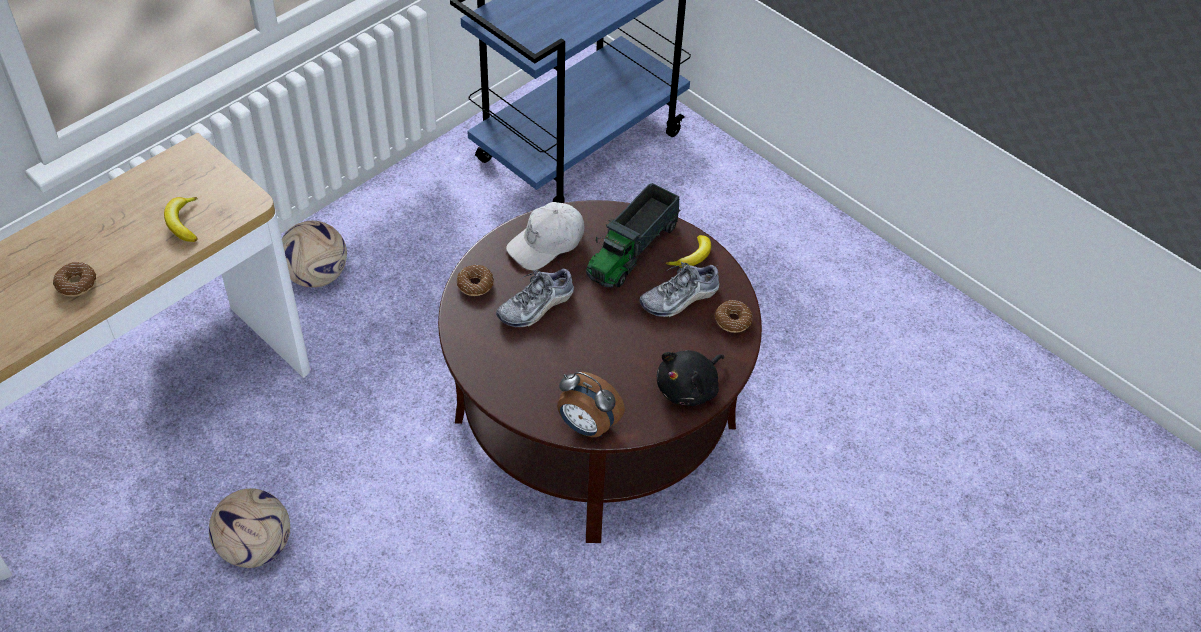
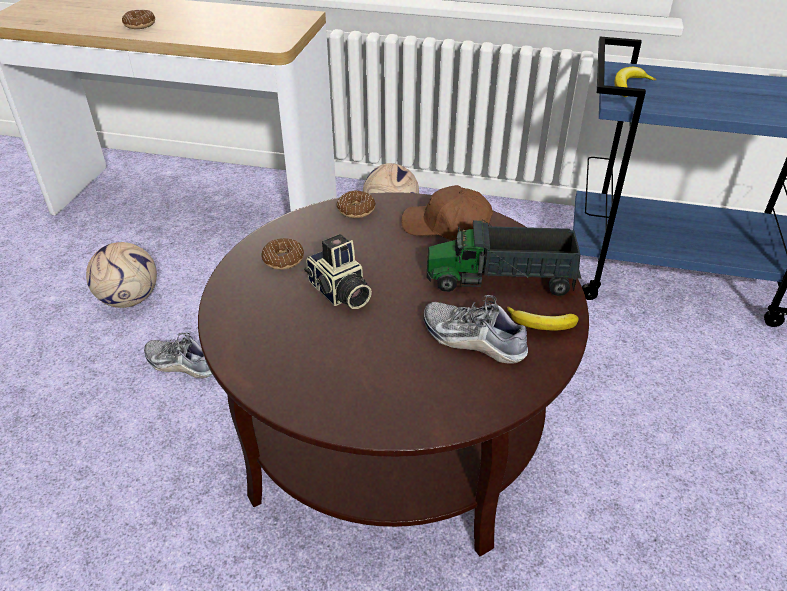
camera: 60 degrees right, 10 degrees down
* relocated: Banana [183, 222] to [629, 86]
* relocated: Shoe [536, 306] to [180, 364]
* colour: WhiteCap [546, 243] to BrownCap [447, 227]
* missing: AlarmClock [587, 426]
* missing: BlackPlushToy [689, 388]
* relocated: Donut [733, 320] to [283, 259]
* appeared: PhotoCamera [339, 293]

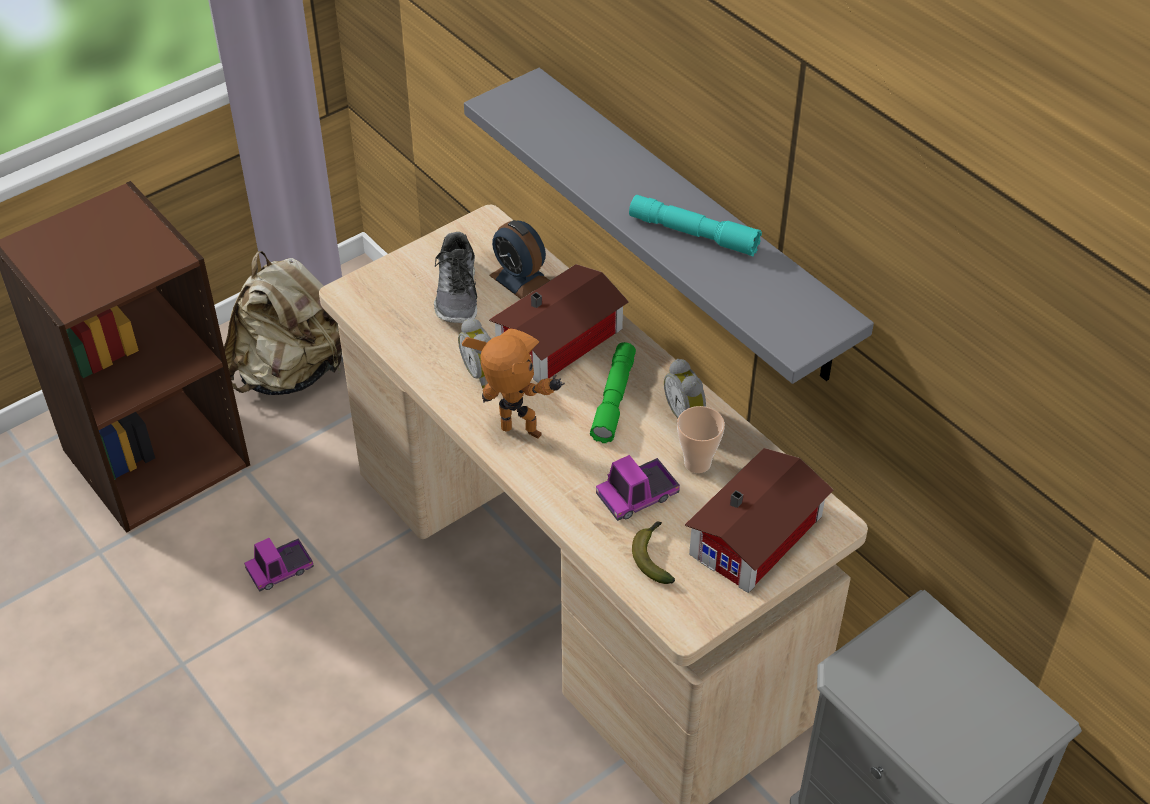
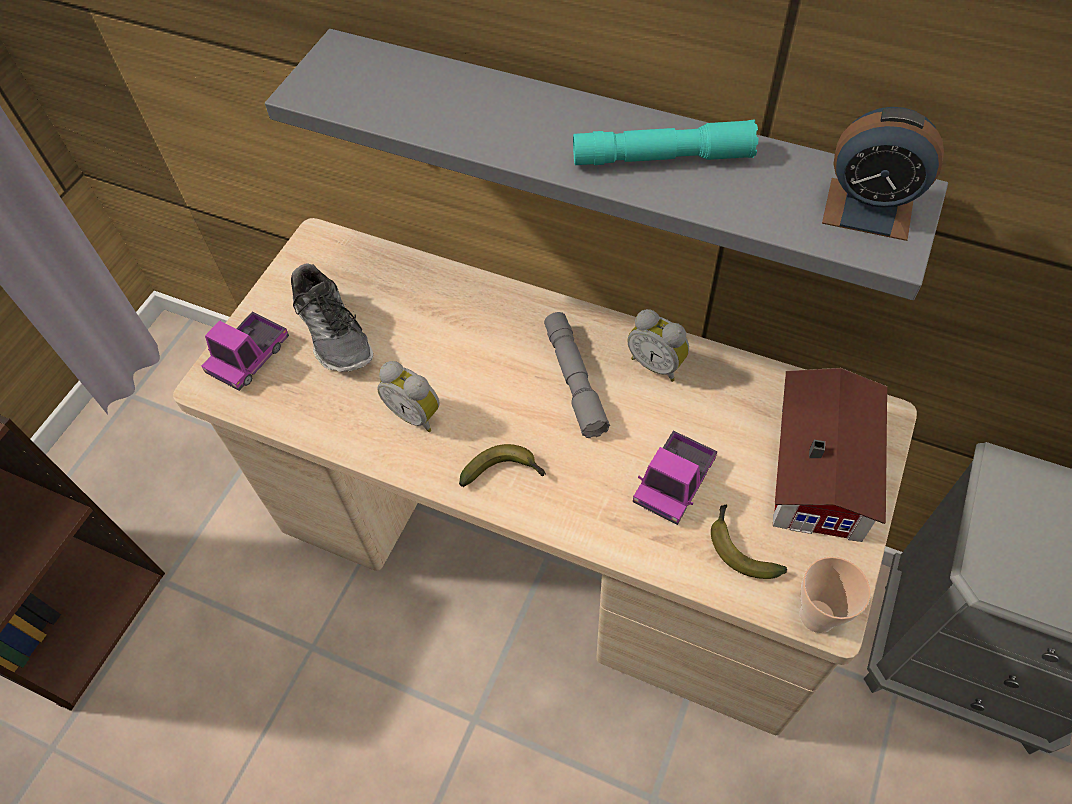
camera: 25 degrees left, 10 degrees up
* missing: BeigeBackpack [291, 372]
* relocated: ToyTruck [280, 570] to [249, 357]
* exchanged: ToyRobot [519, 436] to Banana [505, 472]
* relocated: AlarmClock [520, 278] to [868, 209]
* missing: ToyHouse [564, 339]
* colour: GreenFlashlight [614, 399] to GreyFlashlight [574, 380]
* relocated: Cup [697, 463] to [817, 616]

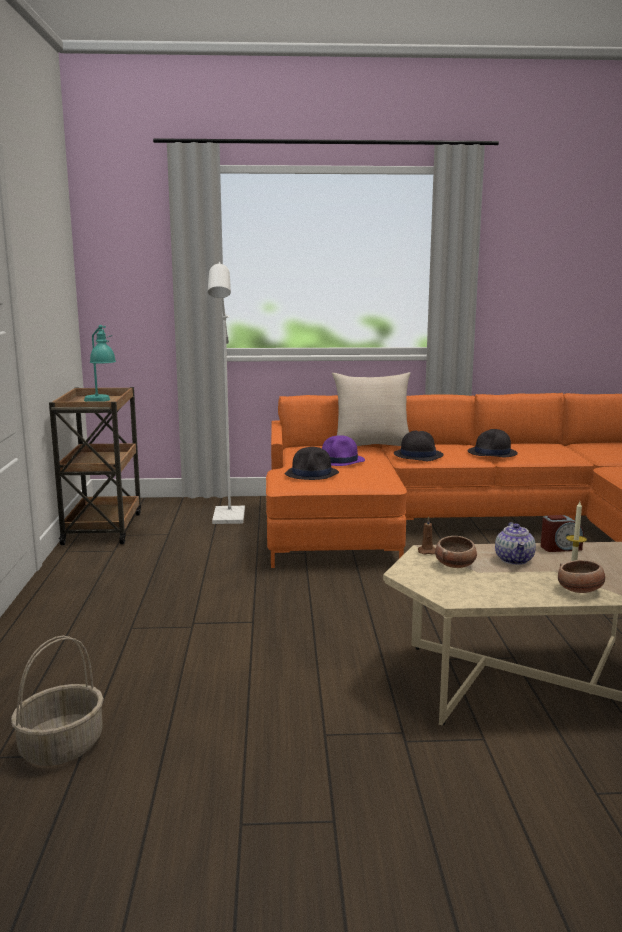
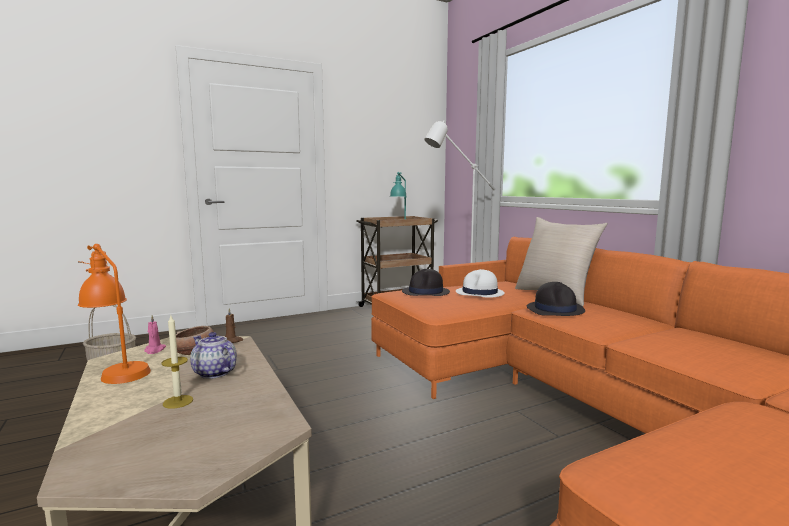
camera: 65 degrees right, 5 degrees down
* colour: PurpleHat [339, 461] to WhiteHat [480, 293]
* missing: BlackHat [492, 453]
* spun: Teapot [514, 560] = [214, 373] 60 degrees clockwise
* missing: AlarmClock [560, 548]
* missing: Bowl [580, 590]
* appeared: OrangeTableLamp [116, 370]
* appeared: PinkCandle [154, 350]

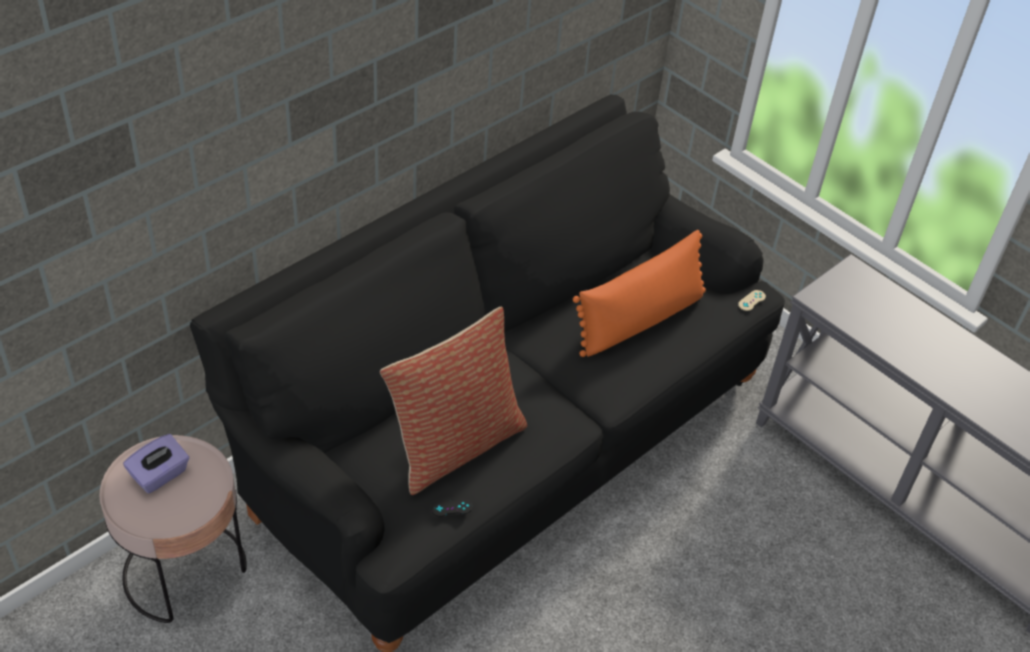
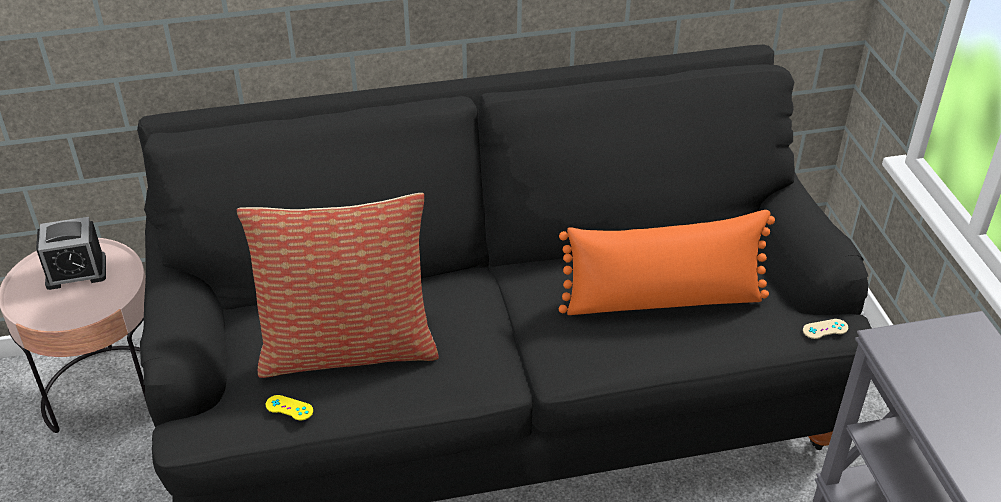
camera: 35 degrees right, 5 degrees down
* exchanged: PurpleTissueBox [160, 475] to AlarmClock [76, 272]
* colour: BlackGameController [451, 508] to YellowGameController [289, 408]

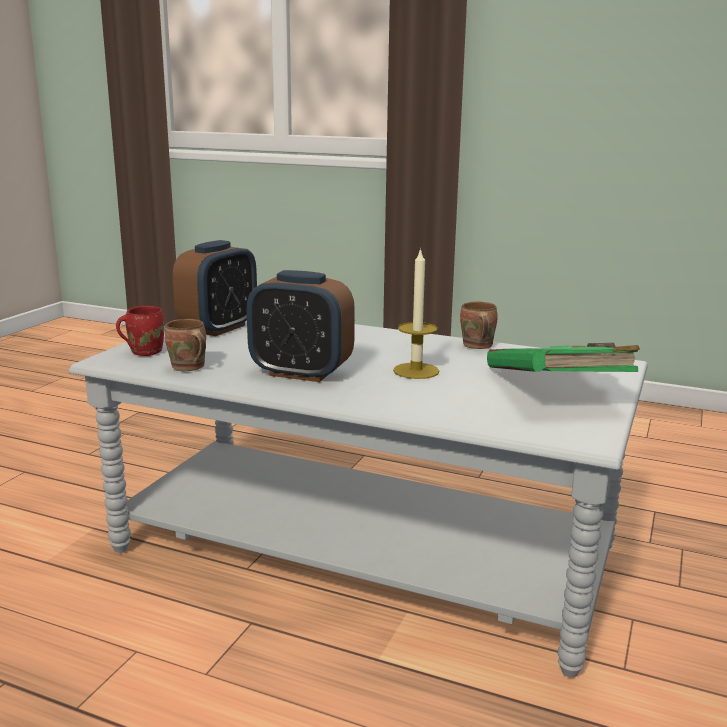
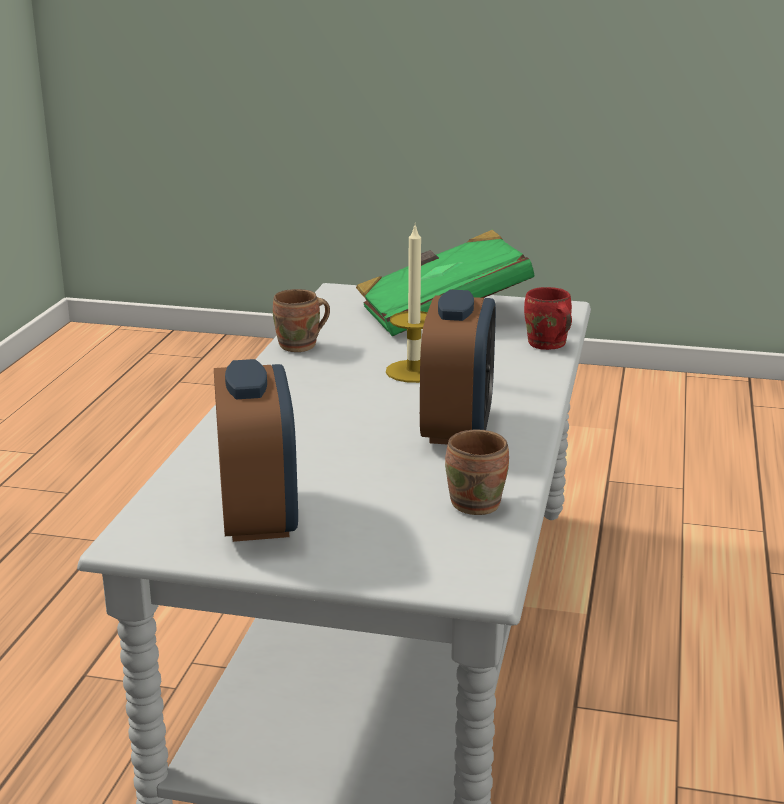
camera: 100 degrees left, 5 degrees up
* relocated: RedMug [144, 351] to [546, 345]
* spun: AlarmClock [219, 328] = [258, 518] 60 degrees clockwise

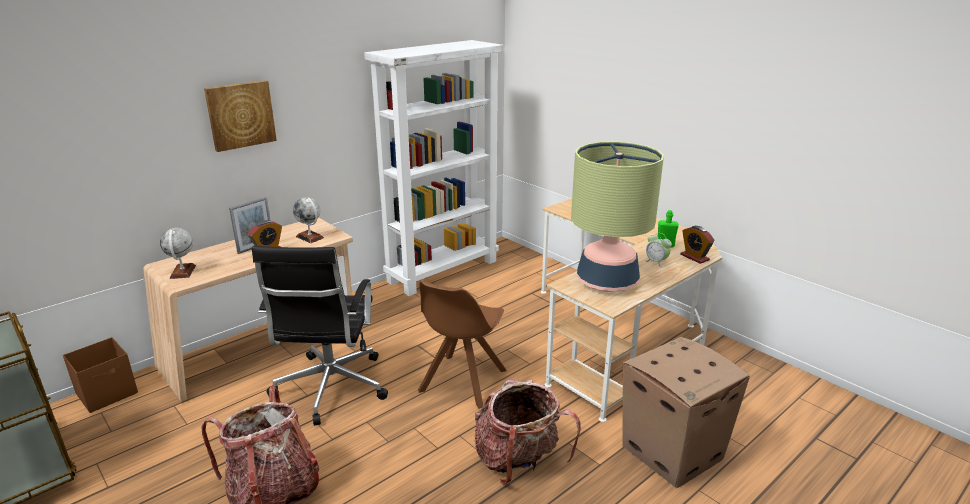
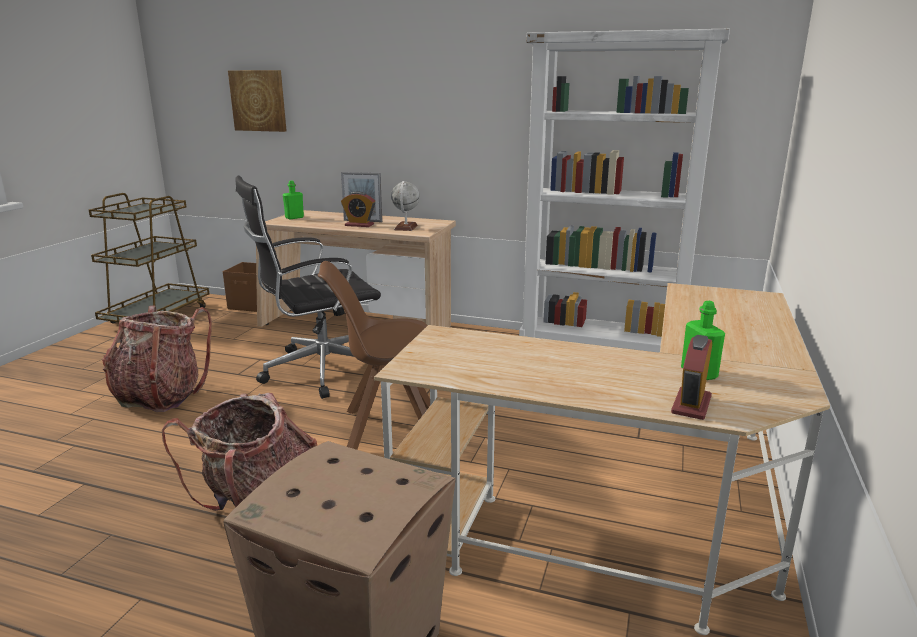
camera: 60 degrees right, 5 degrees down
* exchanged: Globe [183, 272] to GreenBottle [294, 217]
* relocated: Picture [240, 115] to [258, 100]
* missing: TableLamp [607, 282]
* missing: AlarmClock [656, 262]

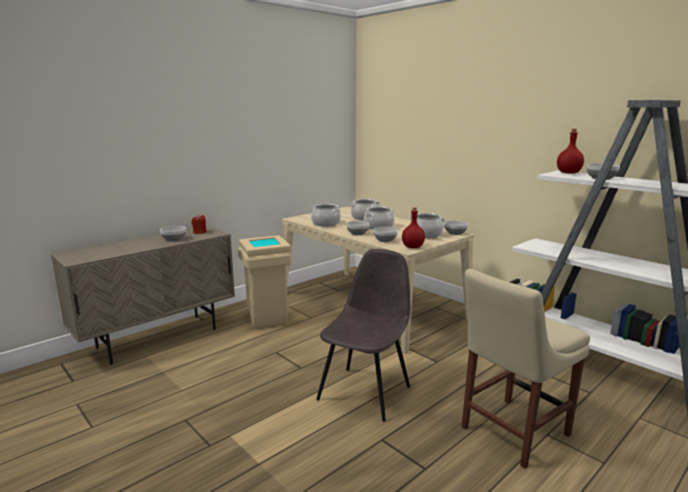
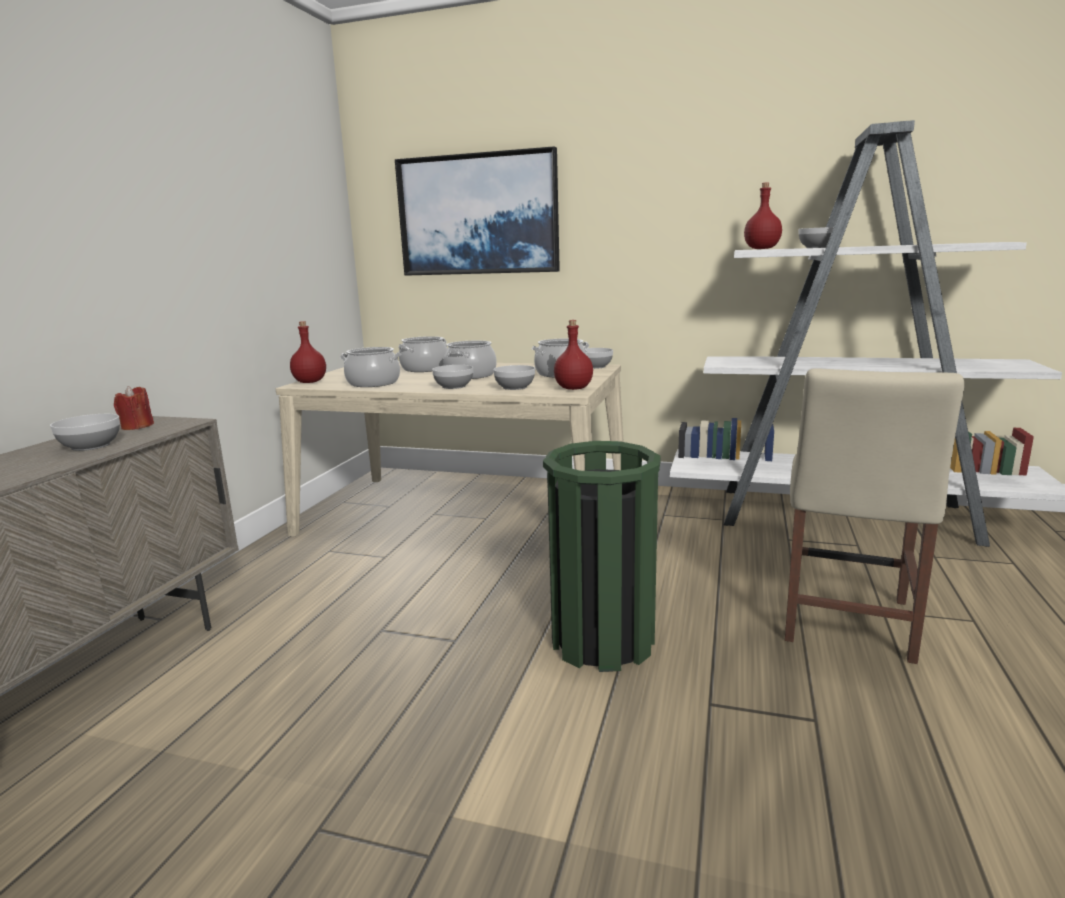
camera: 30 degrees left, 0 degrees up
* missing: BeigeTrashCan [266, 319]
* exchanged: GreyChair [365, 392] to GreenTrashCan [602, 641]
* appeared: RedBottle [309, 382]
* appeared: Picture [478, 215]

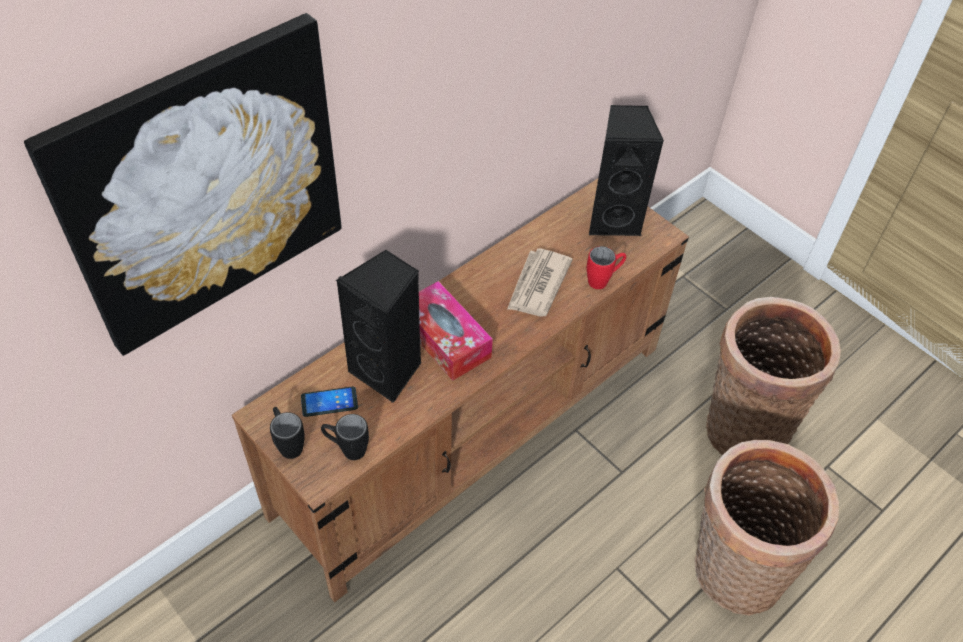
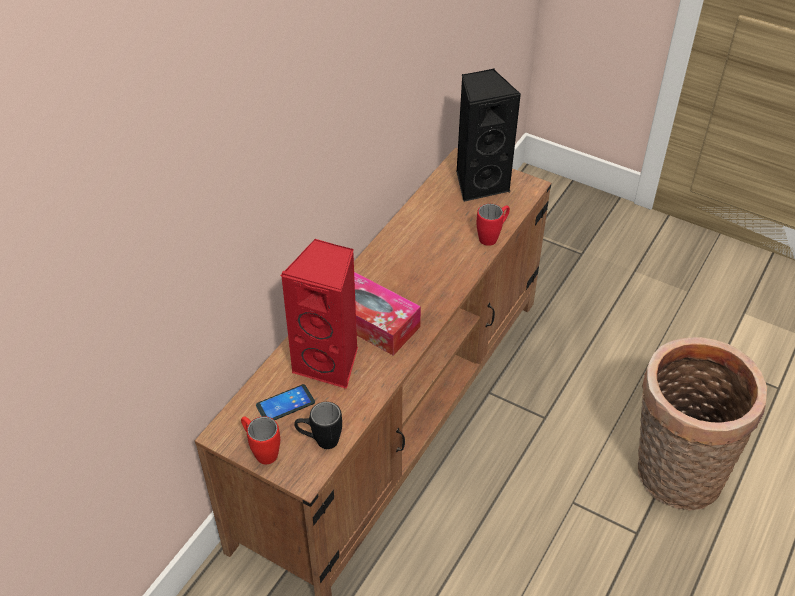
camera: 15 degrees left, 5 degrees down
* missing: Picture [204, 187]
* colour: BlackMug [288, 443] to RedMug [261, 451]
* colour: BlackSpeaker [388, 371] to RedSpeaker [330, 362]
* missing: Newspaper [537, 285]
* missing: Basket [743, 426]

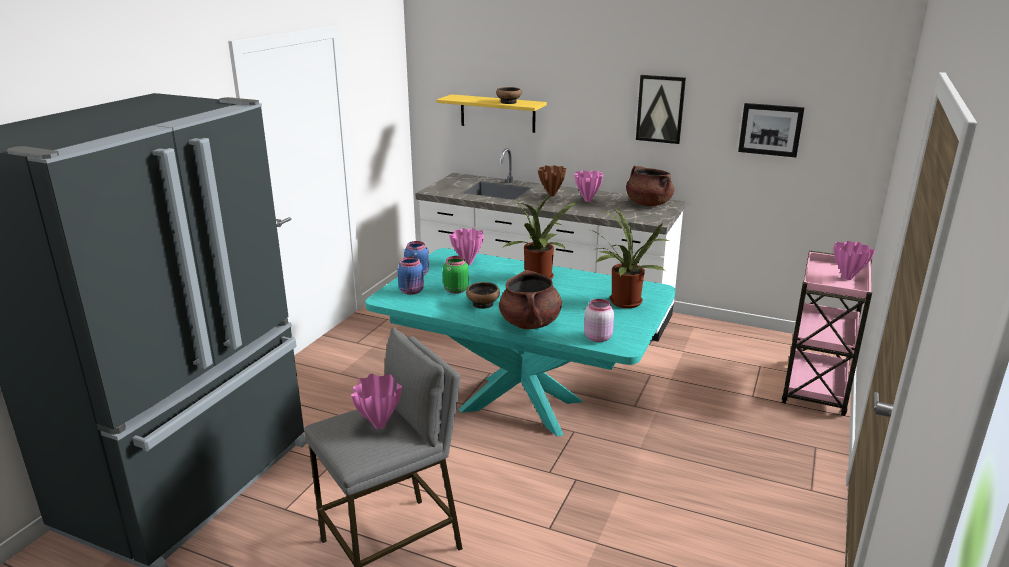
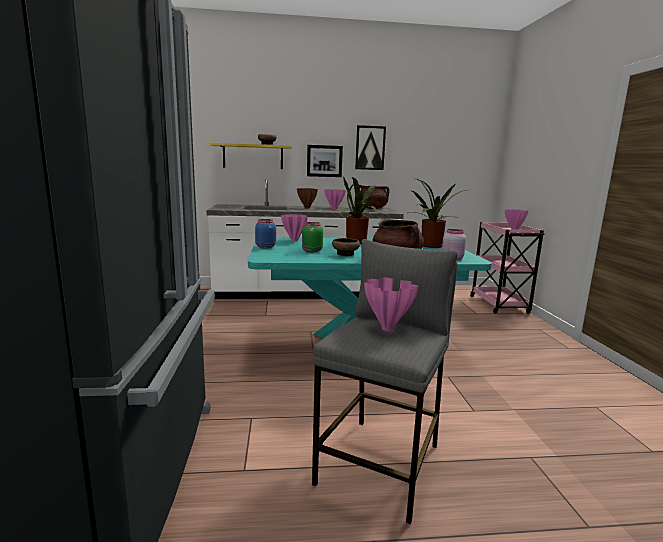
camera: 30 degrees left, 10 degrees down
* missing: BlueJar [412, 291]
* relocated: Picture [770, 129] to [324, 161]

